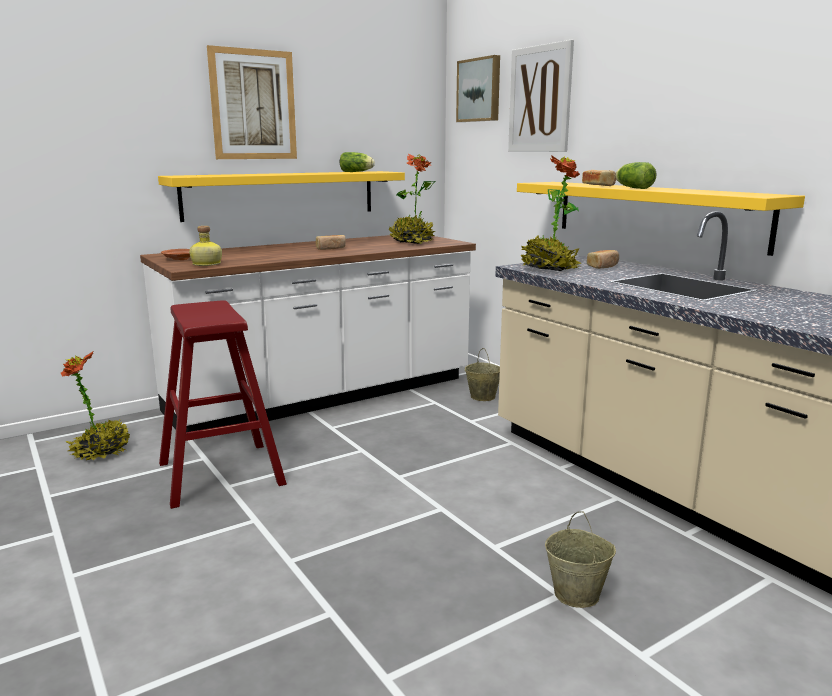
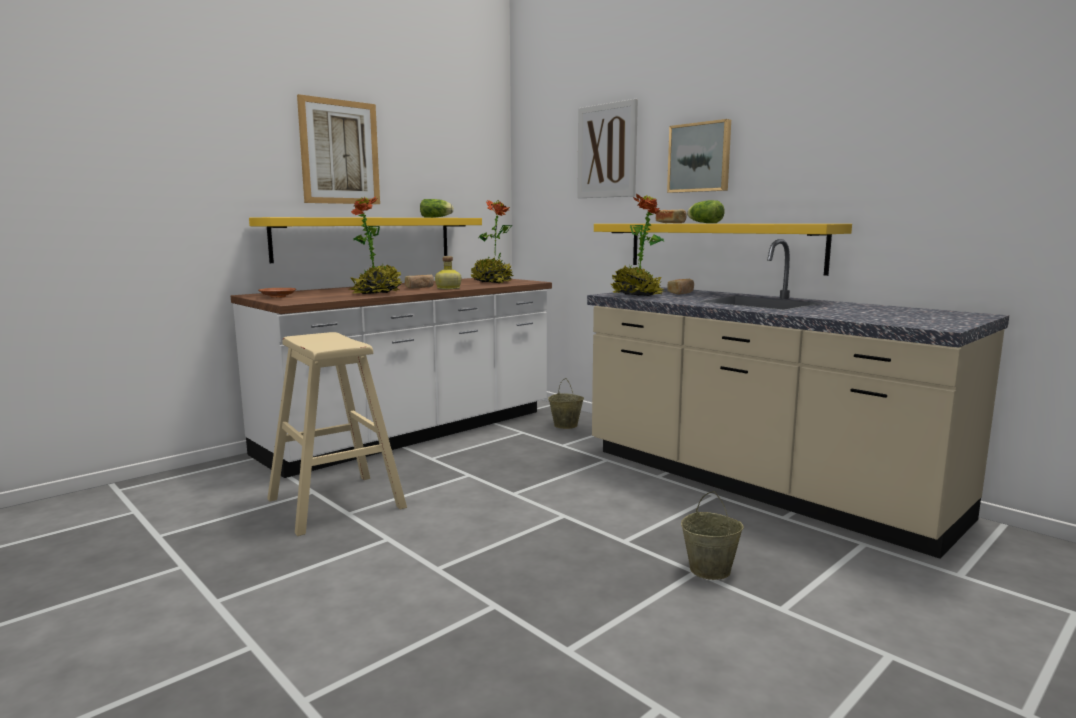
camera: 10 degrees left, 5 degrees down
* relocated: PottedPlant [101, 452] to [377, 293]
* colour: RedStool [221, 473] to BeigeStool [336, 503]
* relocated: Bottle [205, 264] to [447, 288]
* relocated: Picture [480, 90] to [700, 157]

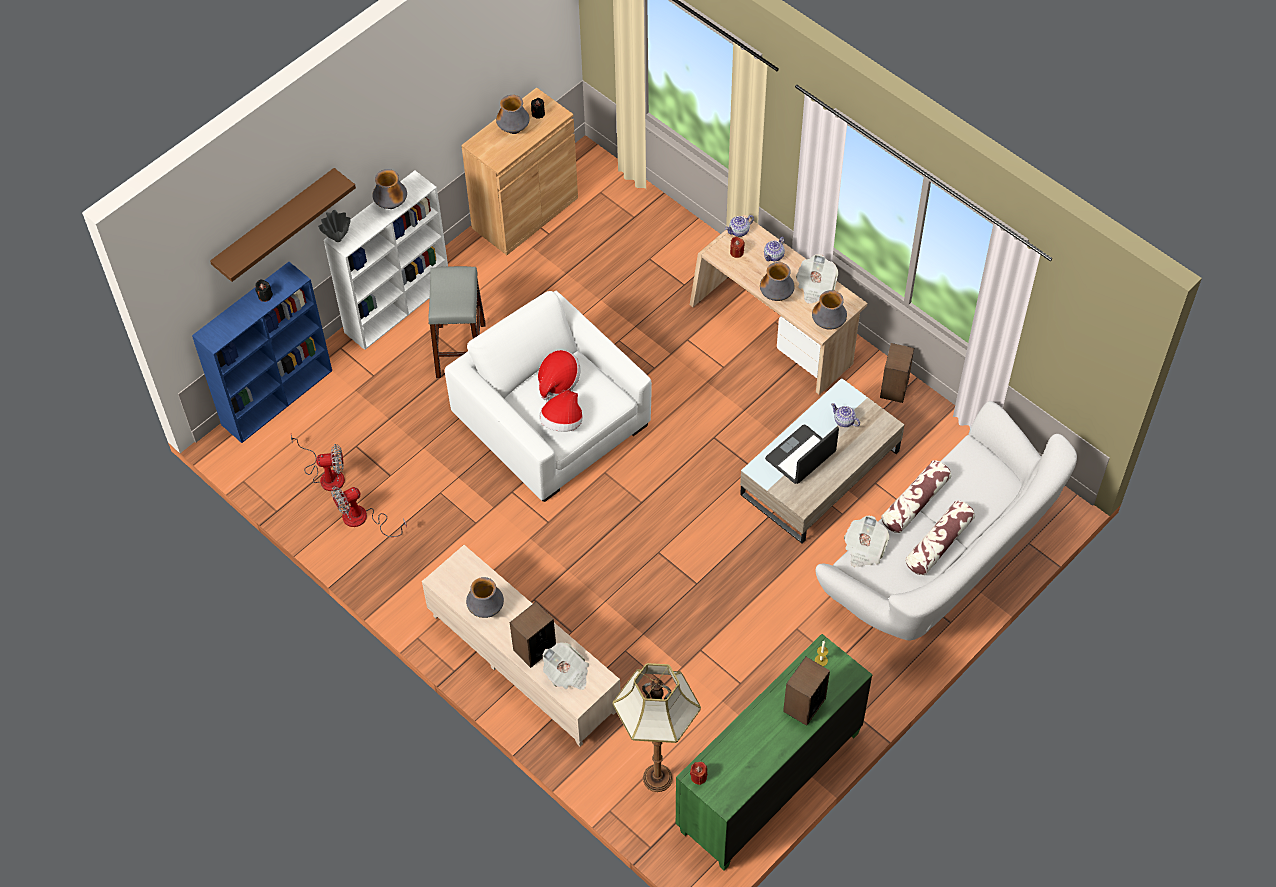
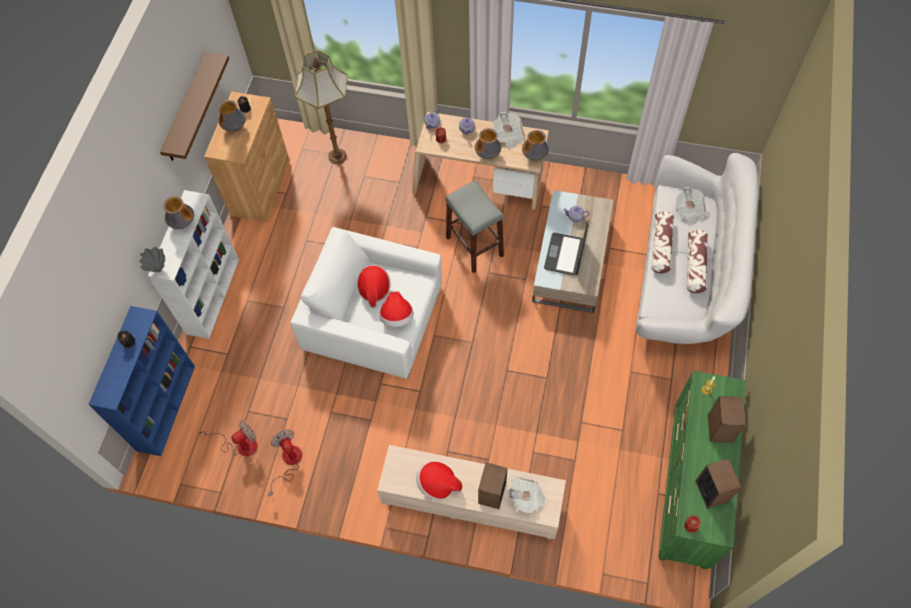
camera: 30 degrees left, 5 degrees up
* relocated: BrownShelf [275, 224] to [186, 109]
* spun: Fan [363, 519] = [289, 462] 120 degrees clockwise
* relocated: GreyStool [461, 350] to [474, 246]
* exchanged: Vase [486, 609] to Hat [438, 484]
* relocated: FloorLamp [657, 777] to [337, 156]
* relocated: Newspaper [864, 549] to [689, 211]
* relocated: Speaker [894, 388] to [711, 491]

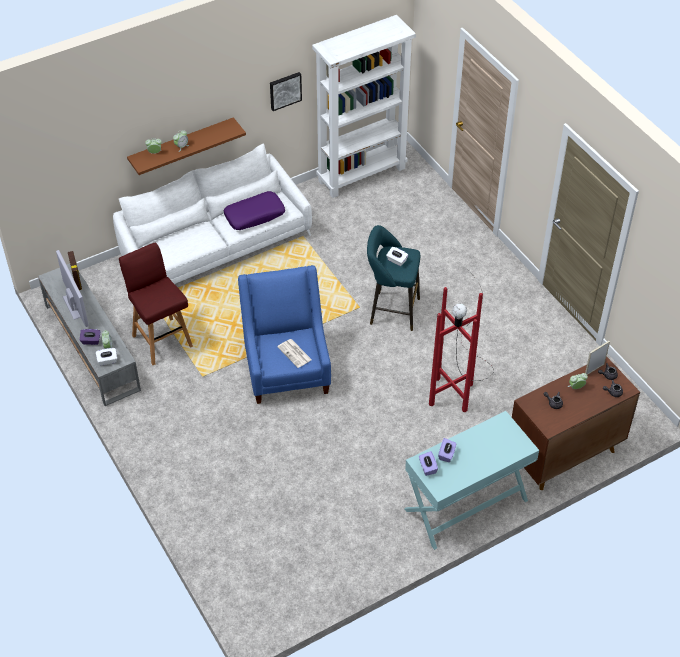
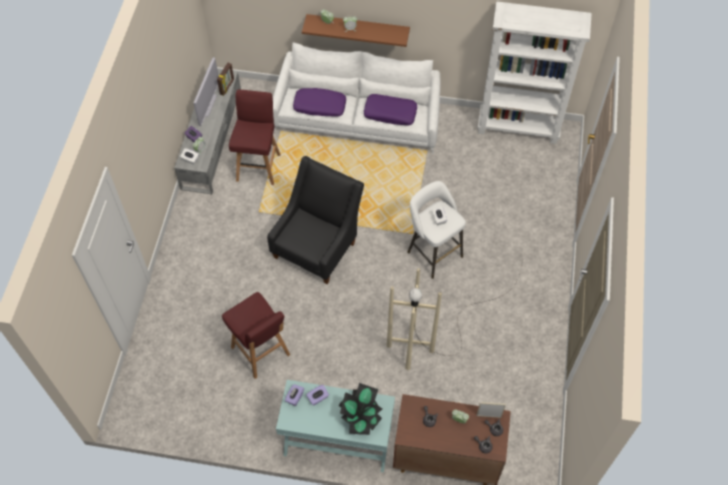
camera: 40 degrees right, 10 degrees up
* colour: BlueArmchair [286, 369] to BlackArmchair [318, 245]
* missing: Picture [285, 90]
* missing: Newspaper [295, 353]
* colour: TurquoiseStool [391, 310] to WhiteStool [432, 252]
* colour: RedFloorLamp [463, 365] to BeigeFloorLamp [442, 332]
* appeared: RedStool [261, 352]
* appeared: PurplePillow [319, 107]
* appeared: PottedPlant [361, 416]

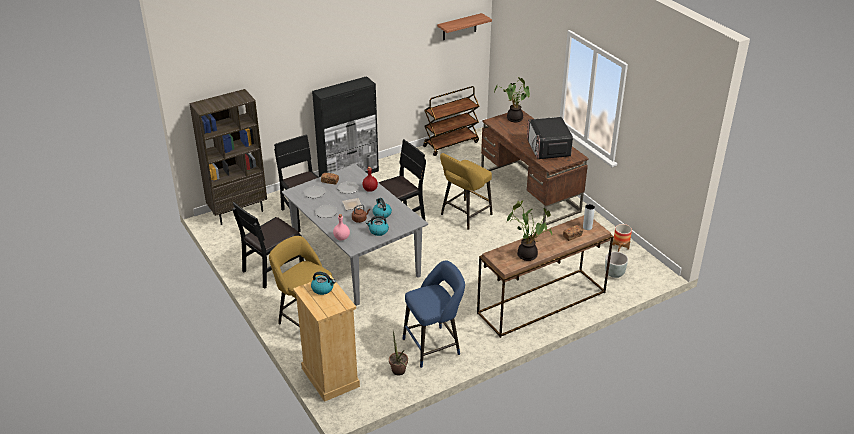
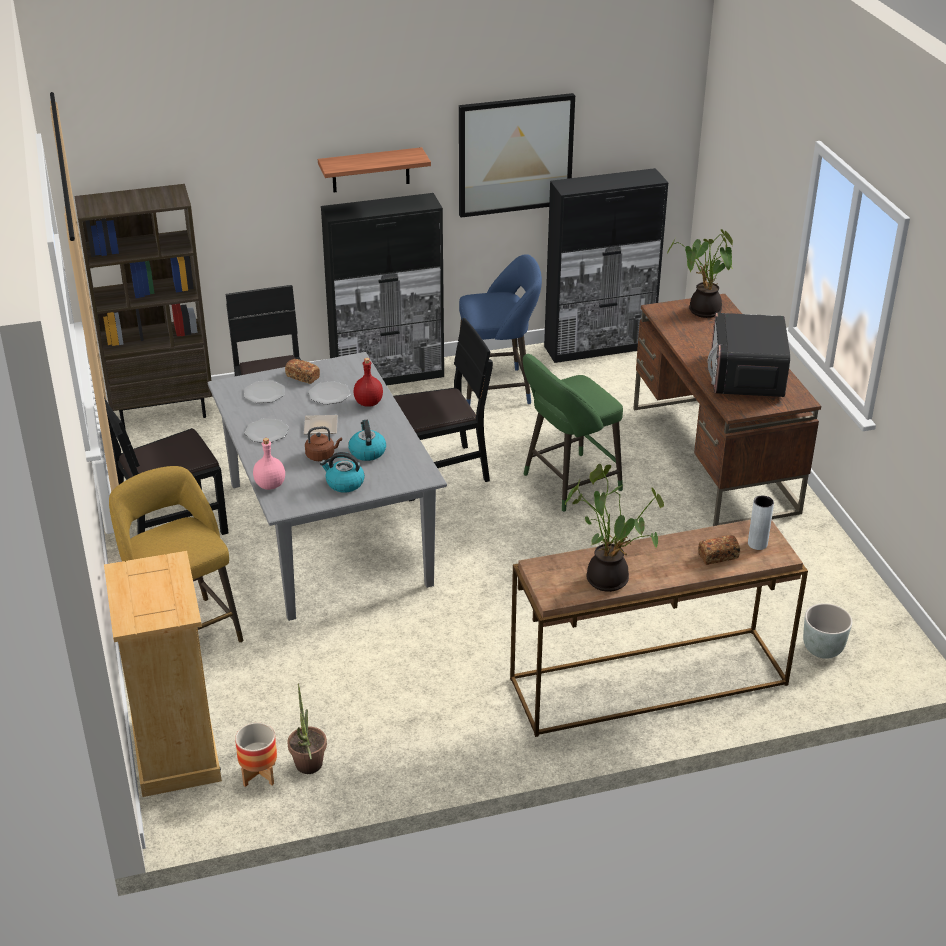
camera: 15 degrees right, 0 degrees up
* missing: Kettle [323, 289]
* relocated: BlueStool [434, 346] to [498, 389]
* exchanged: BrownCart [451, 144] to BlackCabinet [599, 347]
* relocated: Shelf [459, 27] to [370, 170]
* colour: YellowStool [464, 216] to GreenStool [567, 484]
* relocated: Planter [620, 247] to [259, 774]
* appeared: Picture [515, 154]

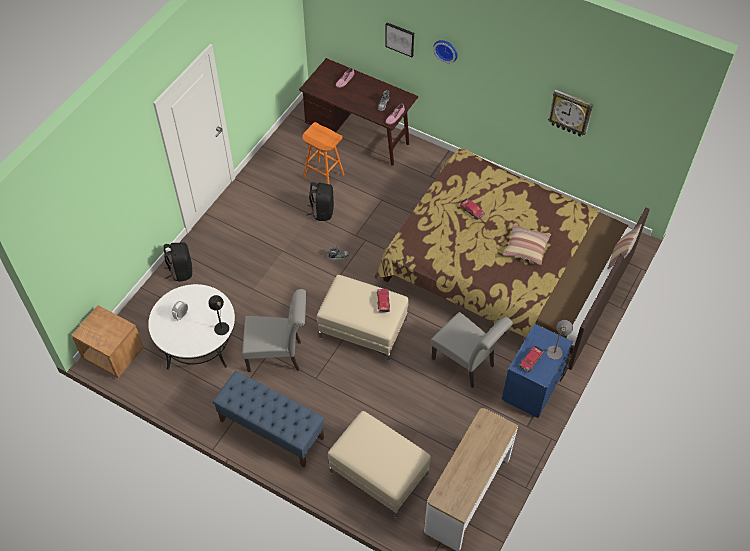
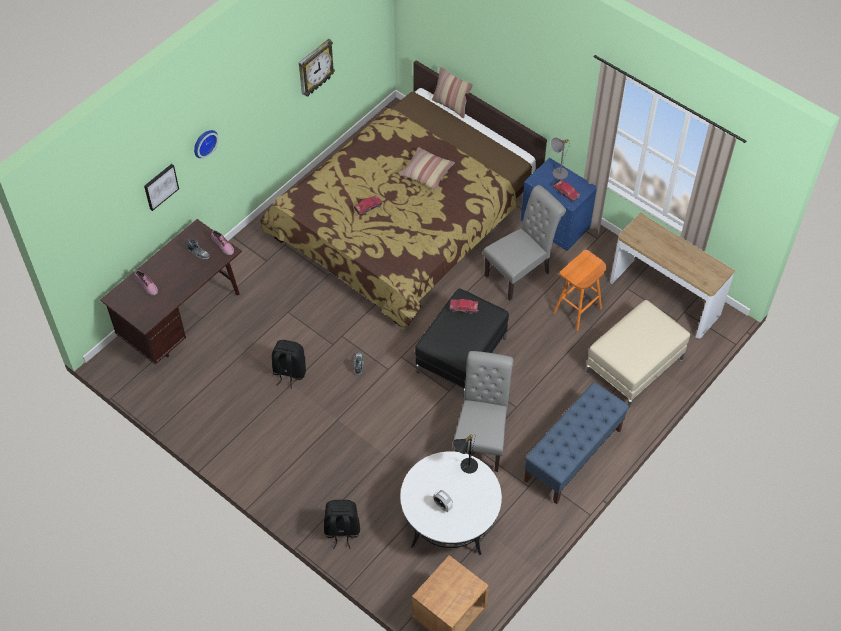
camera: 80 degrees left, 0 degrees up
* relocated: OrangeStool [323, 176] to [577, 311]
* colour: BeigeOttoman [362, 329] to BlackOttoman [462, 355]

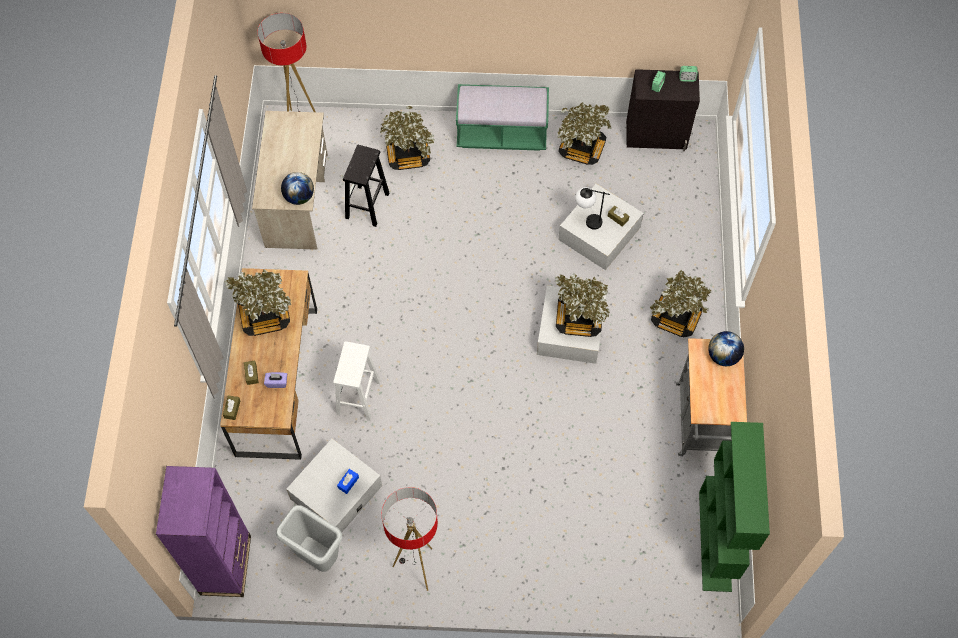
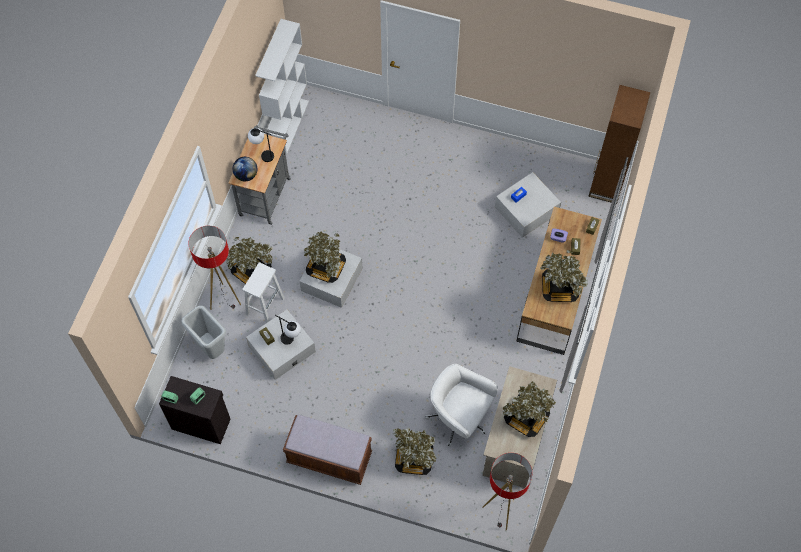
camera: 165 degrees left, 0 degrees up
* colour: PurpleBookcase [226, 565] to BrownBookcase [607, 183]
* relocated: GreyTrashCan [318, 557] to [211, 349]
* missing: Globe [299, 197]
* relocated: WhiteStool [358, 398] to [265, 305]
* exchanged: BlackStool [367, 206] to WhiteOfficeChair [459, 418]
* relocated: FloorLamp [417, 568] to [224, 299]
* colour: GreenBench [501, 134] to BrownBench [329, 458]
* relocated: PottedPlant [581, 148] to [526, 417]
* colour: GreenBookcase [715, 541] to WhiteBookcase [288, 125]
* appeared: TableLamp [262, 155]

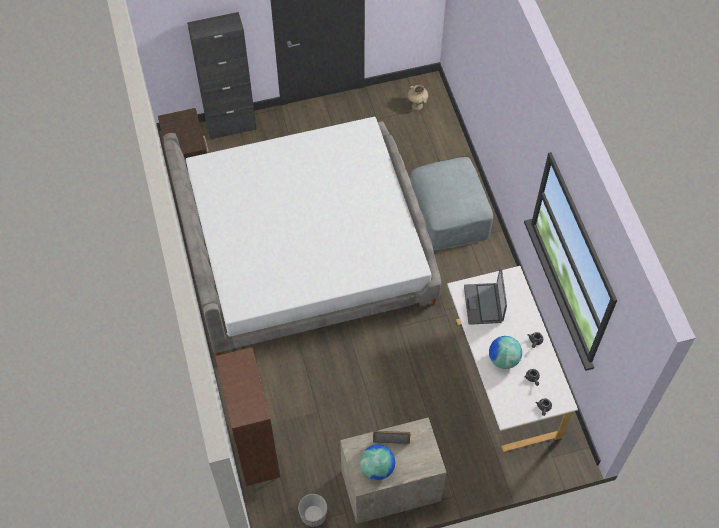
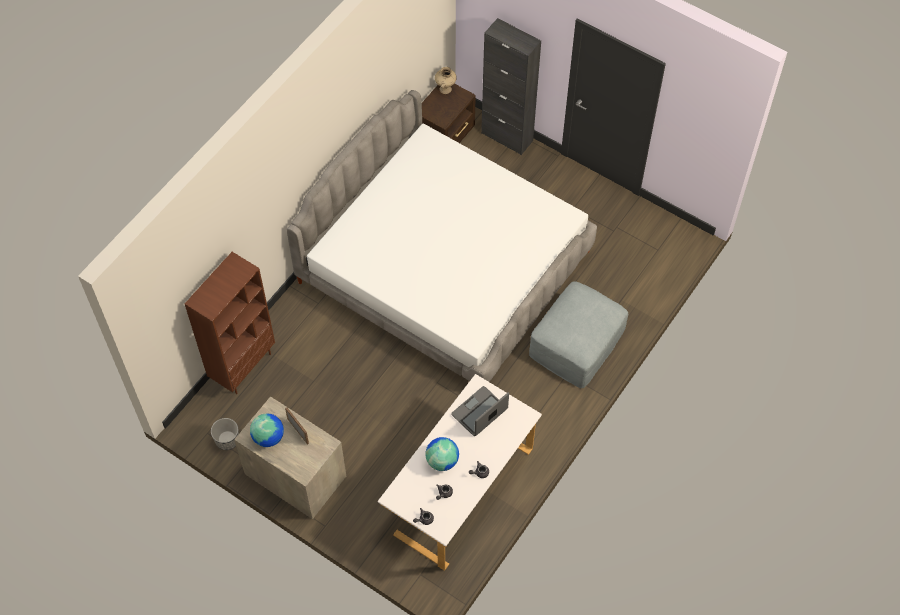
camera: 50 degrees right, 0 degrees up
* relocated: BeigeVase [417, 105] to [445, 89]

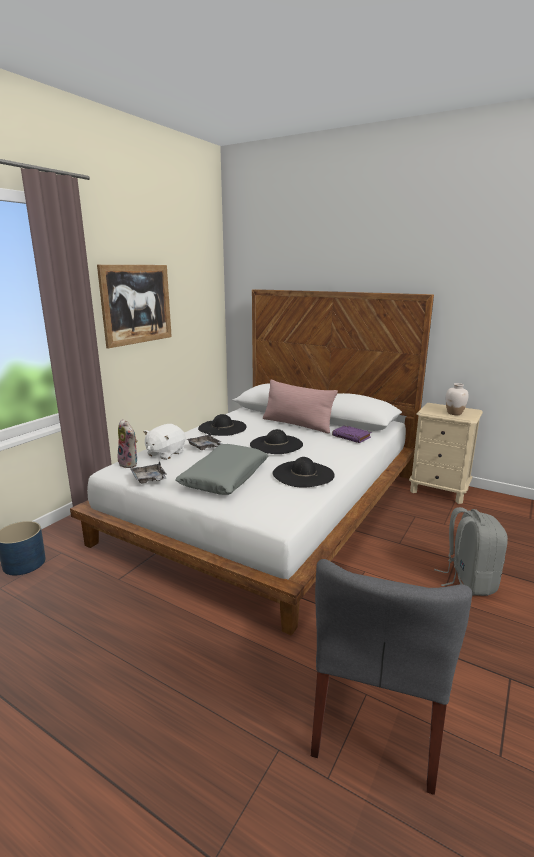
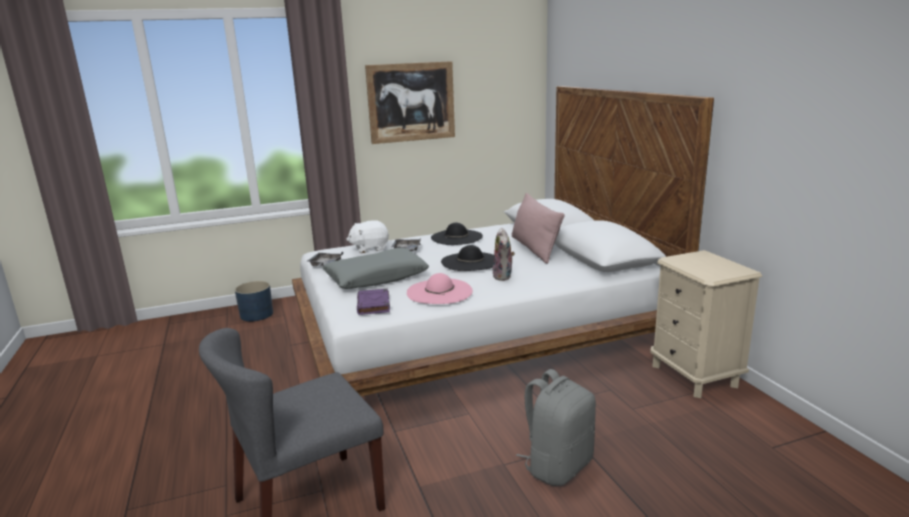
camera: 40 degrees right, 0 degrees up
* relocated: PlushToy [130, 463] to [504, 276]
* colour: BlackHat [303, 474] to PinkHat [439, 291]
* relocated: PurpleBook [352, 437] to [374, 305]
* missing: WhiteVase [454, 413]

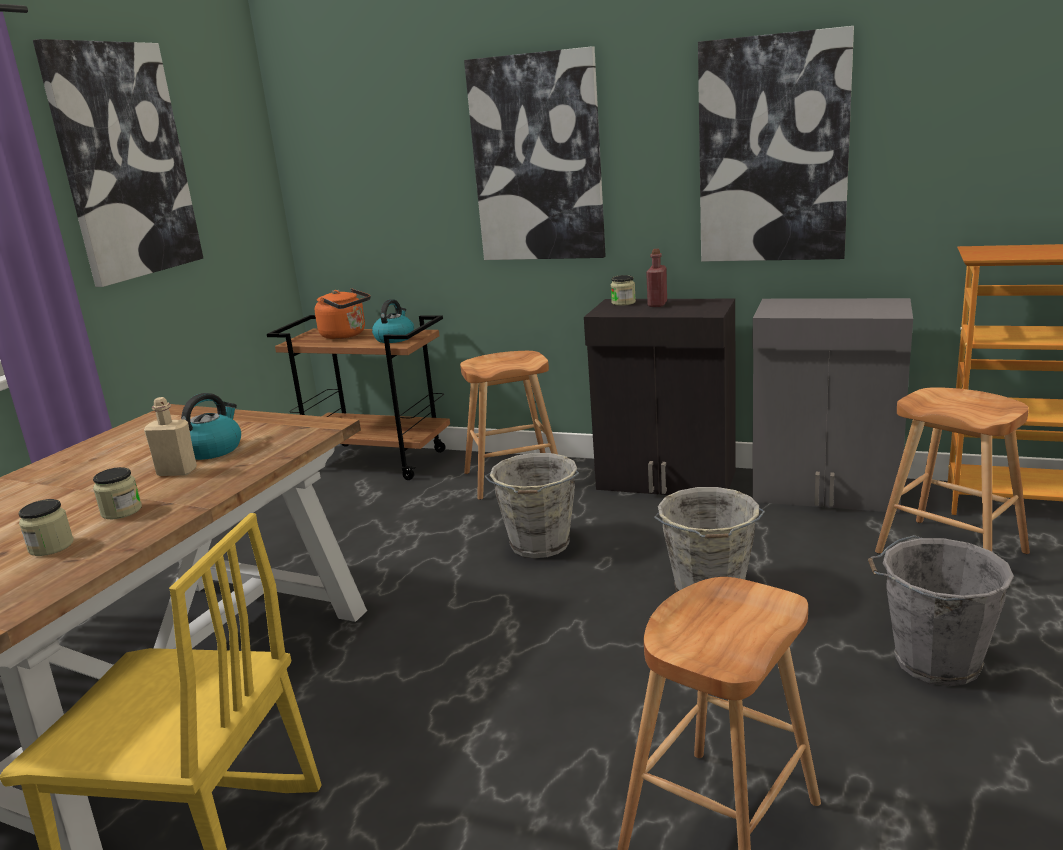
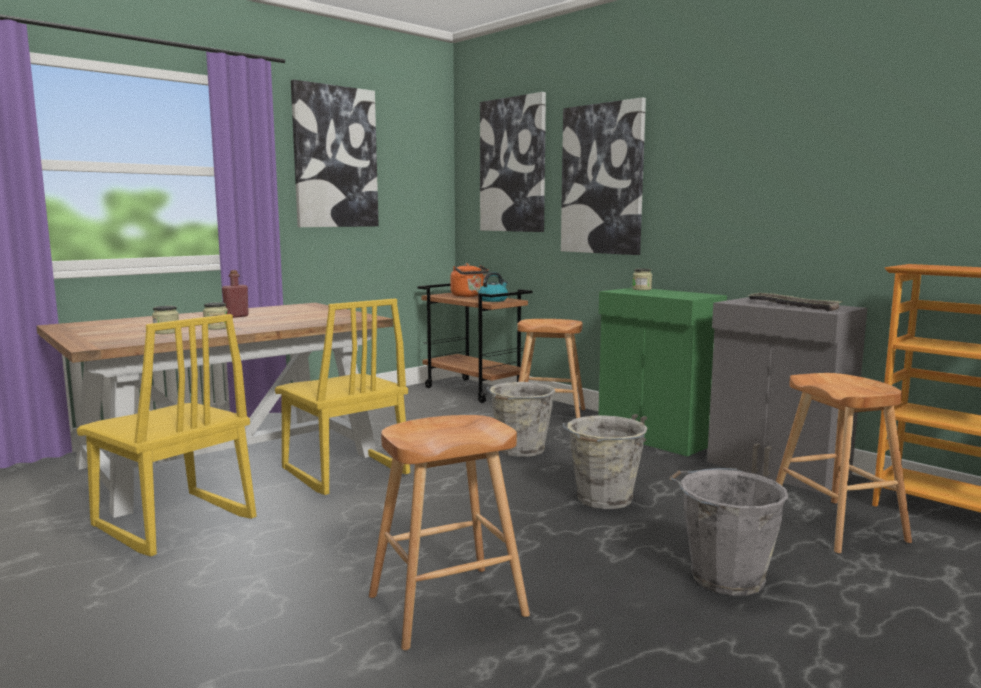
camera: 25 degrees right, 10 degrees down
* missing: BeigeBottle [177, 472]
* missing: Kettle [212, 449]
* colour: BlackCabinet [666, 481] to GreenCabinet [656, 438]
* relocated: RedBottle [657, 304] to [236, 316]
* relocated: Picture [773, 151] to [513, 165]
* appeared: YellowChair [343, 473]
* appeared: Tray [792, 306]

